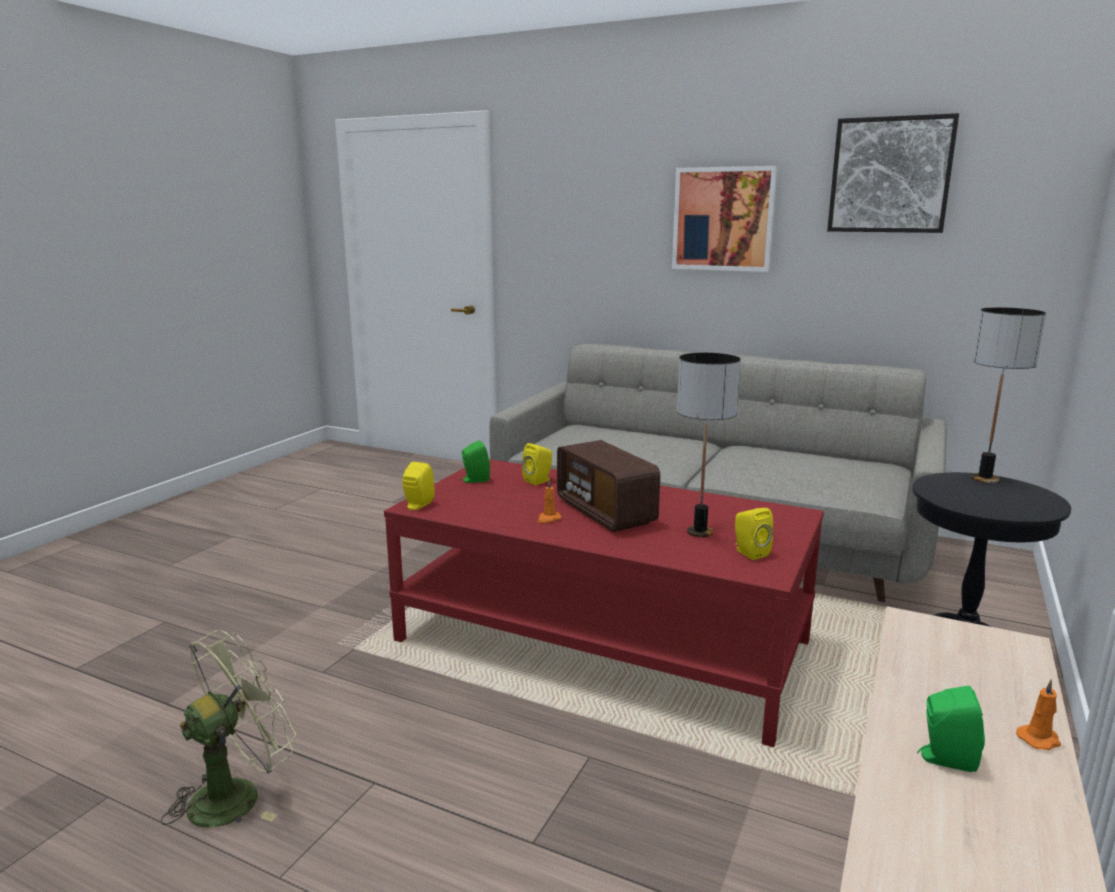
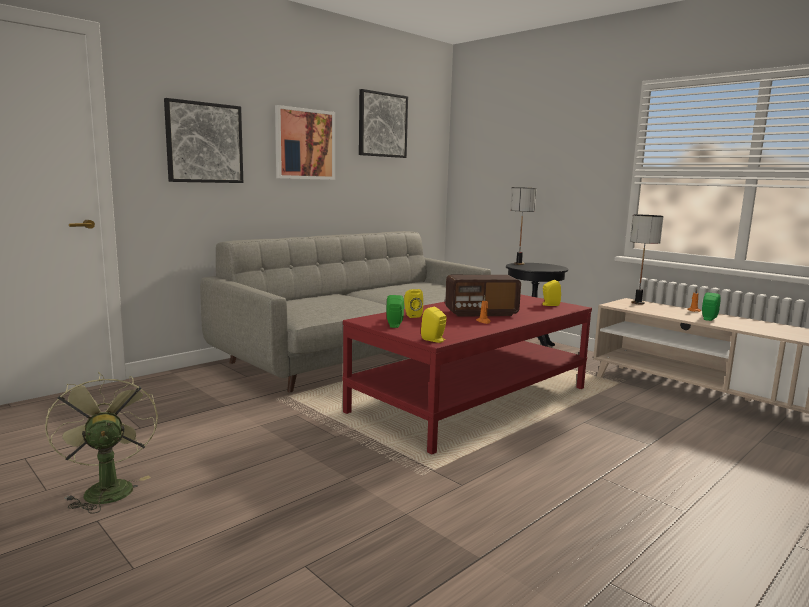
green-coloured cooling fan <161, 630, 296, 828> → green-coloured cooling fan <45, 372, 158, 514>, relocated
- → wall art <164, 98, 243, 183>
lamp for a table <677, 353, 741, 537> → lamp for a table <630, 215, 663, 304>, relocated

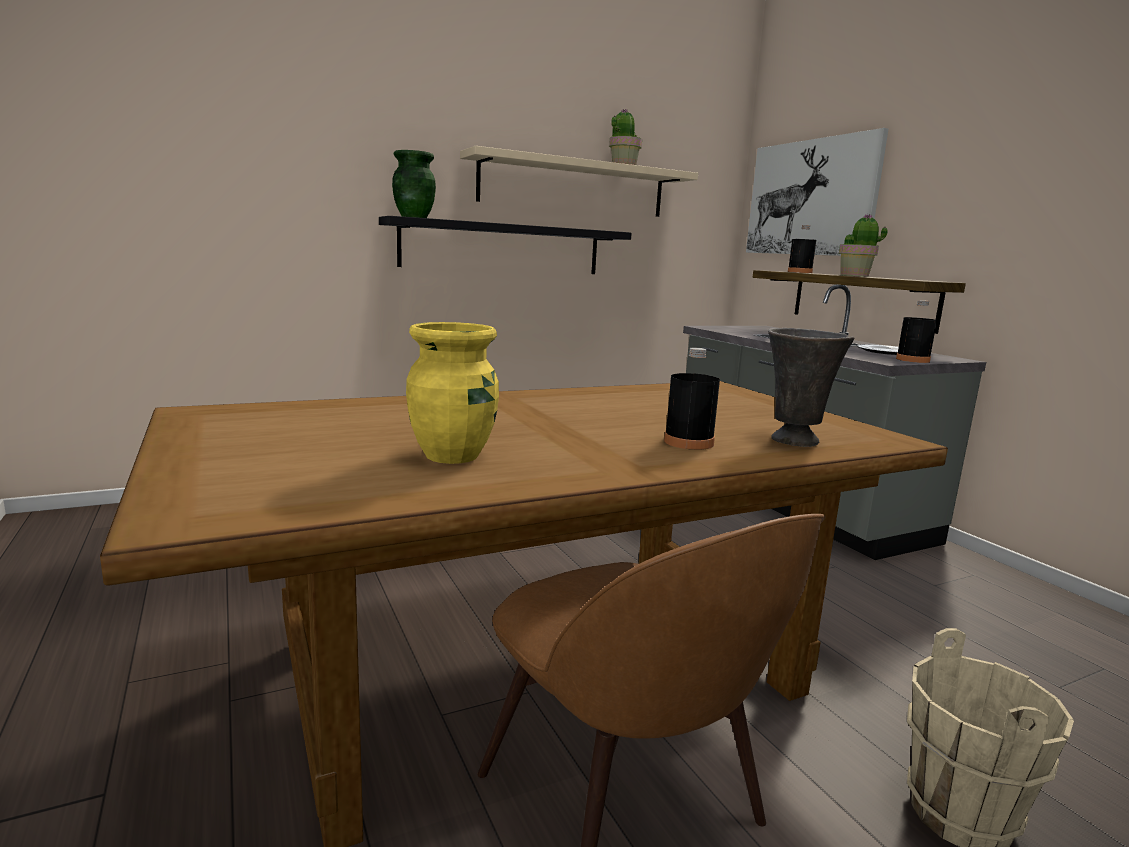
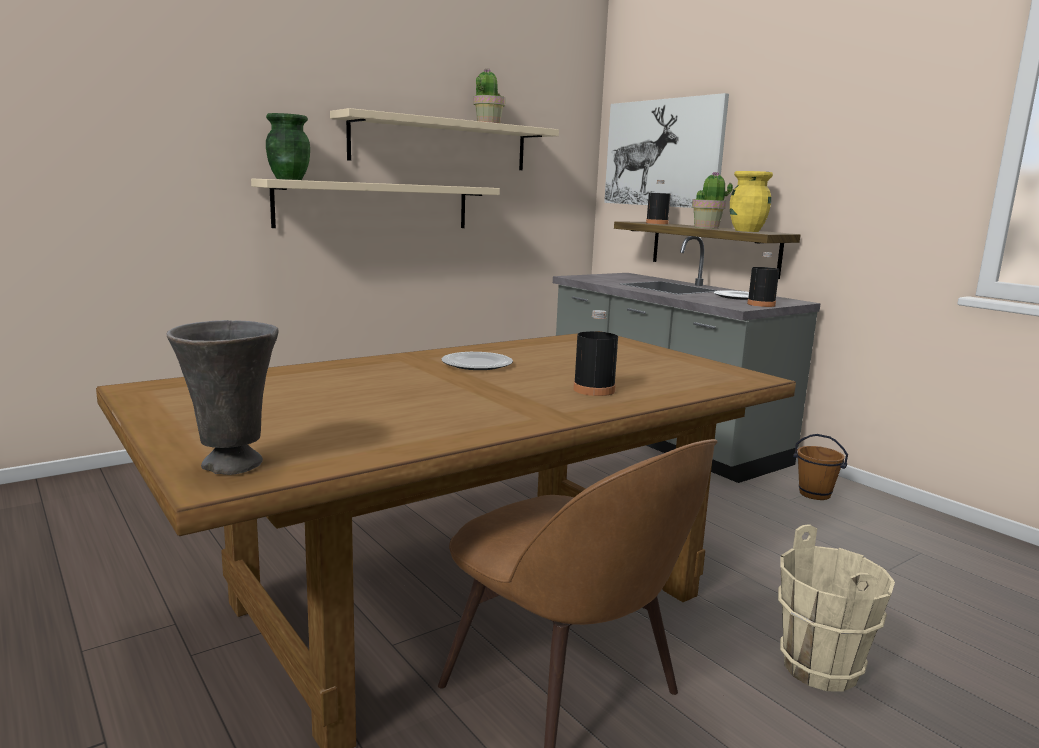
gray decorative vase <768, 328, 854, 447> → gray decorative vase <166, 320, 279, 475>, relocated
blackish shelf <379, 216, 632, 274> → beige-coloured shelf <251, 178, 500, 228>
- → plate <441, 352, 513, 370>
yellow-coloured decorative vase <406, 322, 499, 464> → yellow-coloured decorative vase <730, 171, 773, 232>, relocated
- → brown water bucket <793, 434, 848, 500>

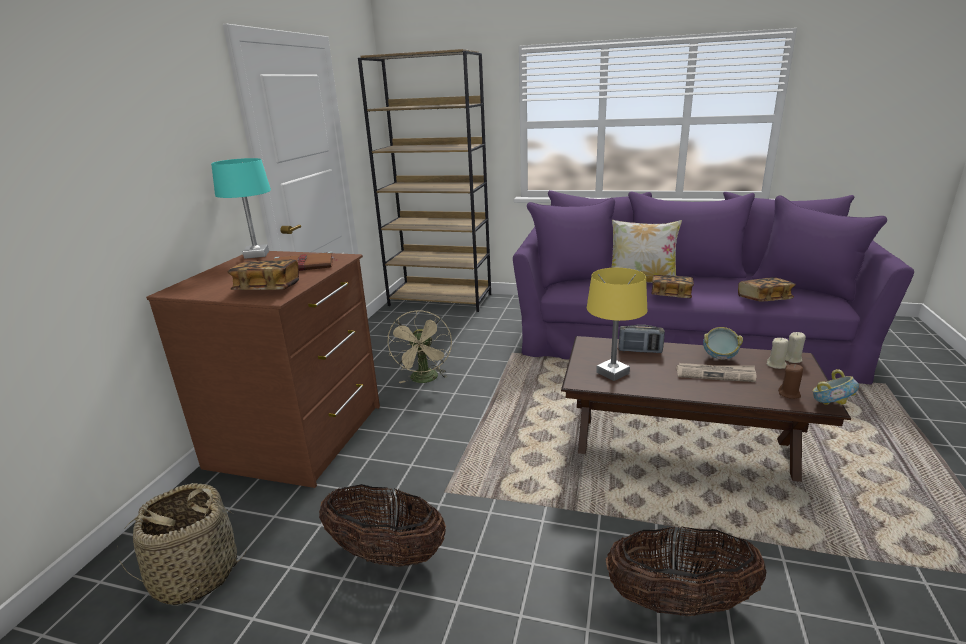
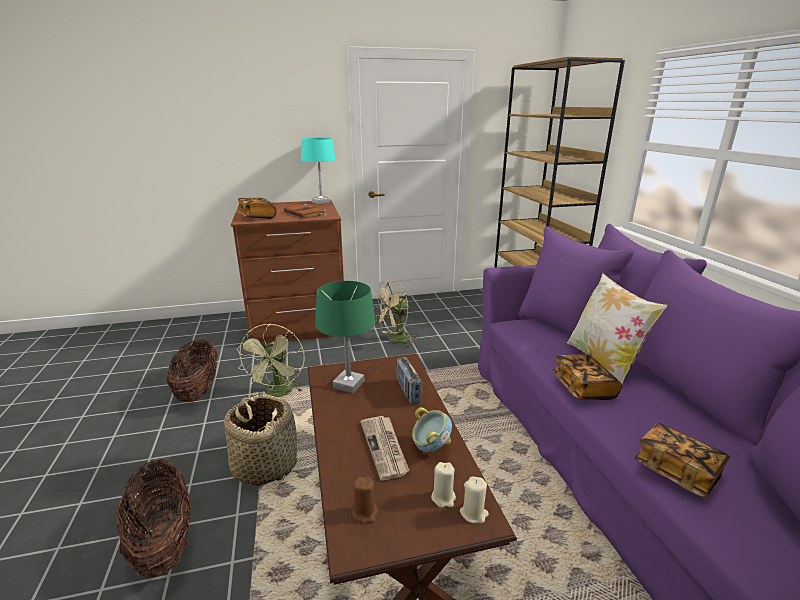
basket <117, 483, 247, 606> → basket <224, 394, 297, 486>, relocated
- → green-coloured cooling fan <236, 324, 305, 397>
yellow-coloured lamp for a table <587, 268, 647, 381> → green-coloured lamp for a table <315, 281, 375, 393>
deep dish <812, 369, 859, 405> → -

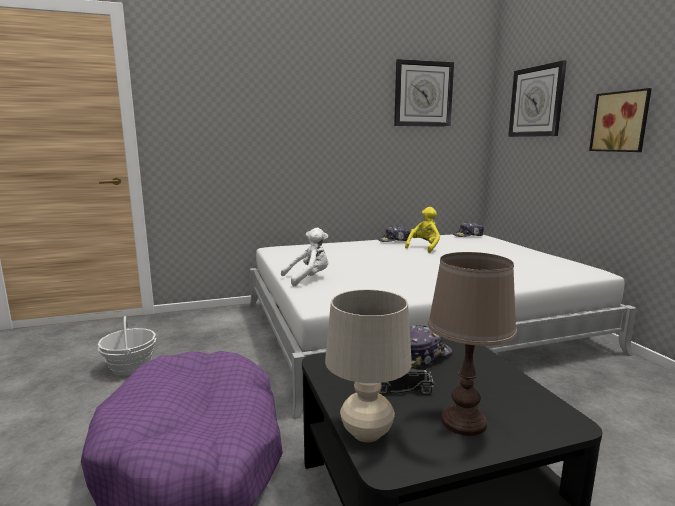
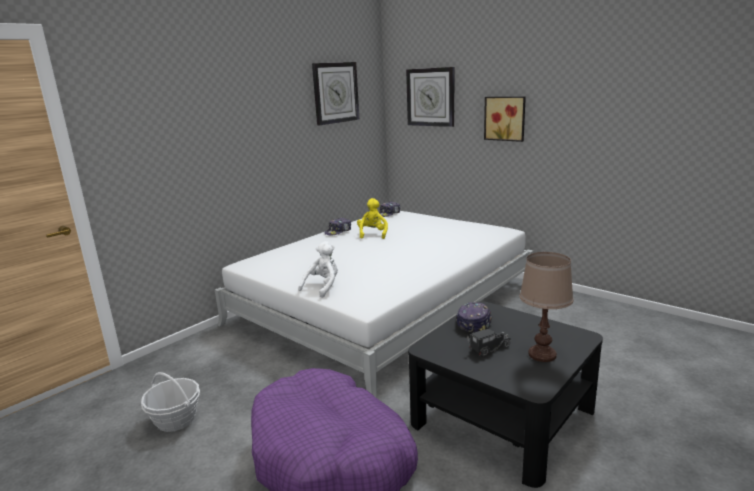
beige-coloured lamp for a table <325, 289, 412, 442> → -

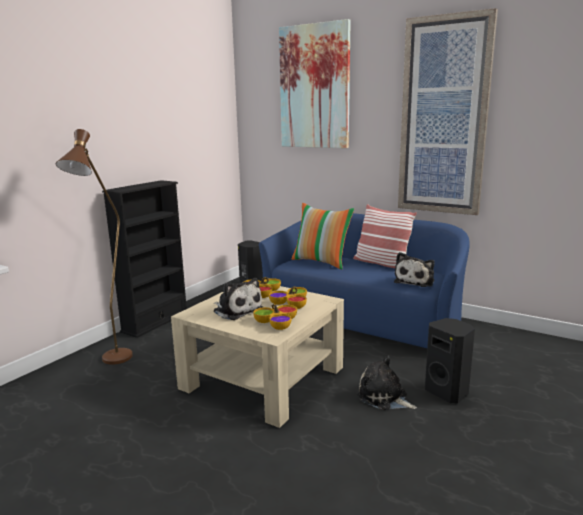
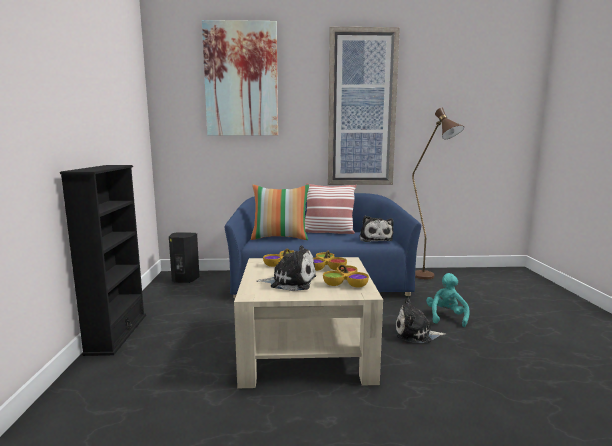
brown standard lamp <56, 129, 133, 365> → brown standard lamp <412, 107, 464, 279>, relocated
blackish speaker <425, 318, 475, 403> → turquoise plush toy <426, 273, 470, 327>

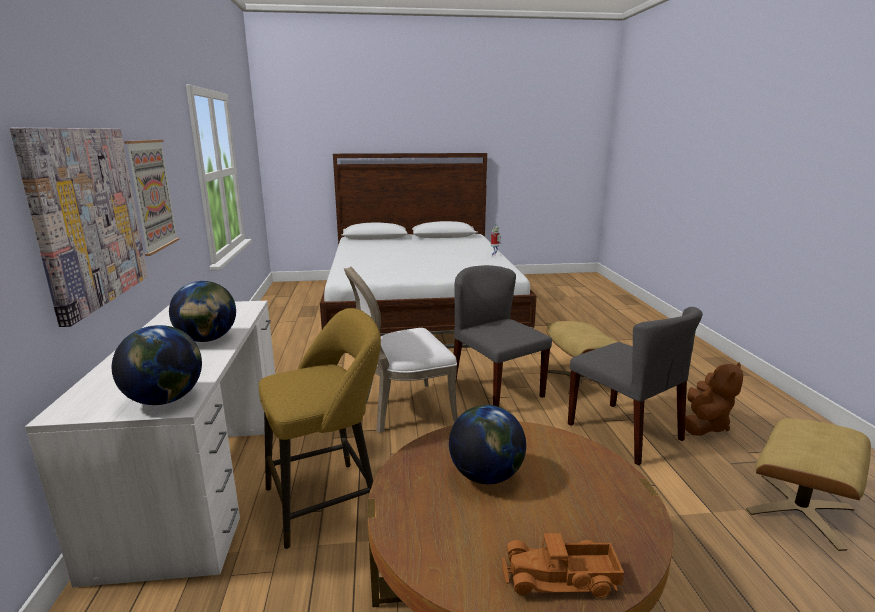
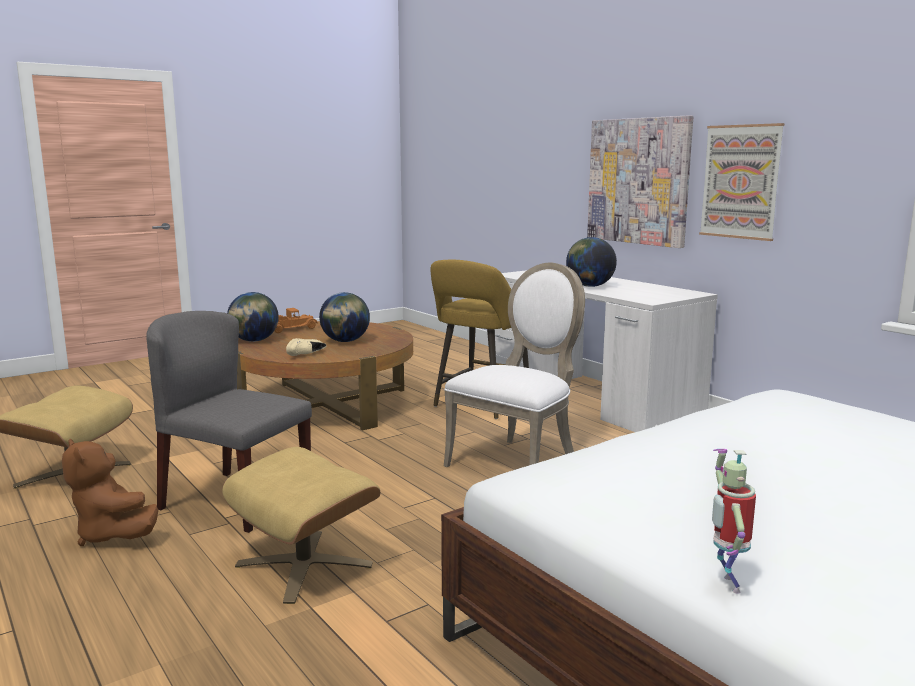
brown plush toy <685, 363, 743, 436> → brown plush toy <62, 439, 158, 546>, 45 degrees counterclockwise
desk globe <112, 325, 202, 405> → desk globe <227, 292, 279, 342>, relocated
- → beige-coloured shoe <286, 338, 327, 356>
gray chair <454, 265, 552, 407> → -

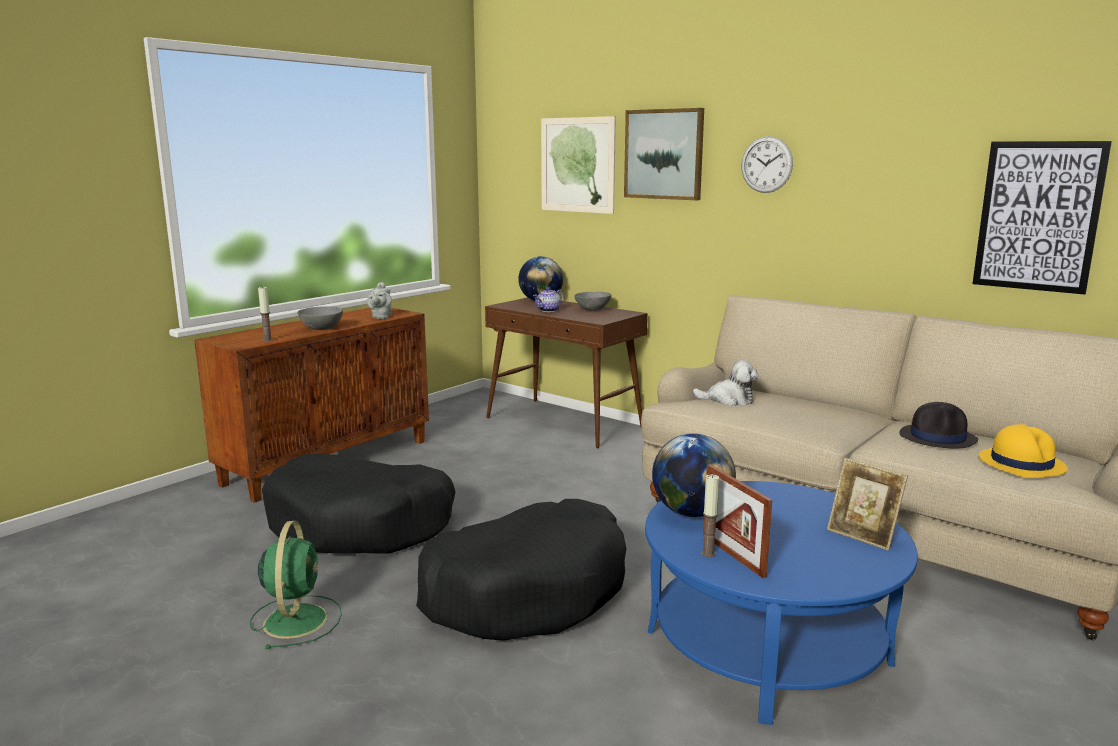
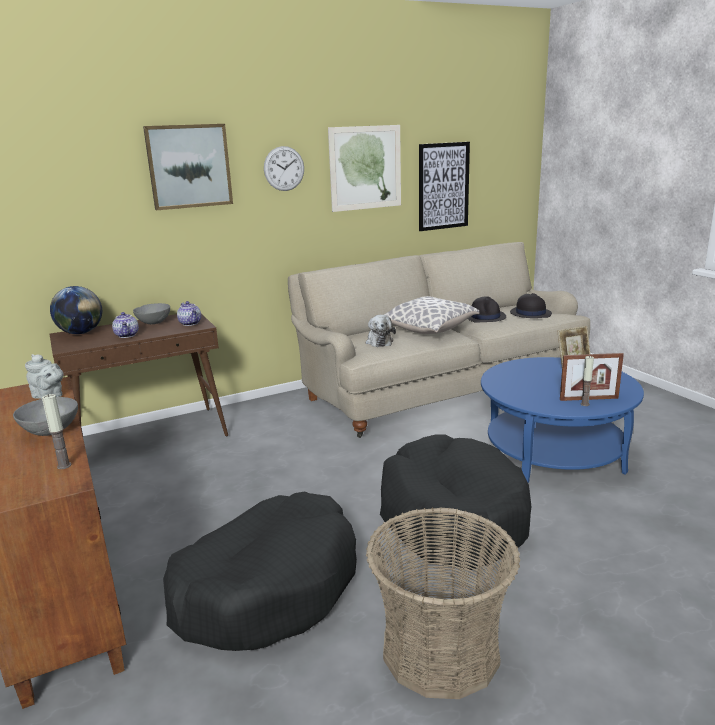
- → teapot <177, 301, 201, 326>
wall art <541, 116, 616, 214> → wall art <328, 125, 401, 212>, relocated
plush toy <693, 360, 759, 406> → plush toy <366, 315, 396, 347>, 135 degrees clockwise
green-coloured cooling fan <250, 521, 342, 649> → basket <366, 507, 520, 699>
- → pillow <384, 296, 480, 334>
yellow-coloured wearable hat <979, 424, 1067, 478> → blackish wearable hat <510, 293, 552, 318>
desk globe <652, 433, 736, 517> → -

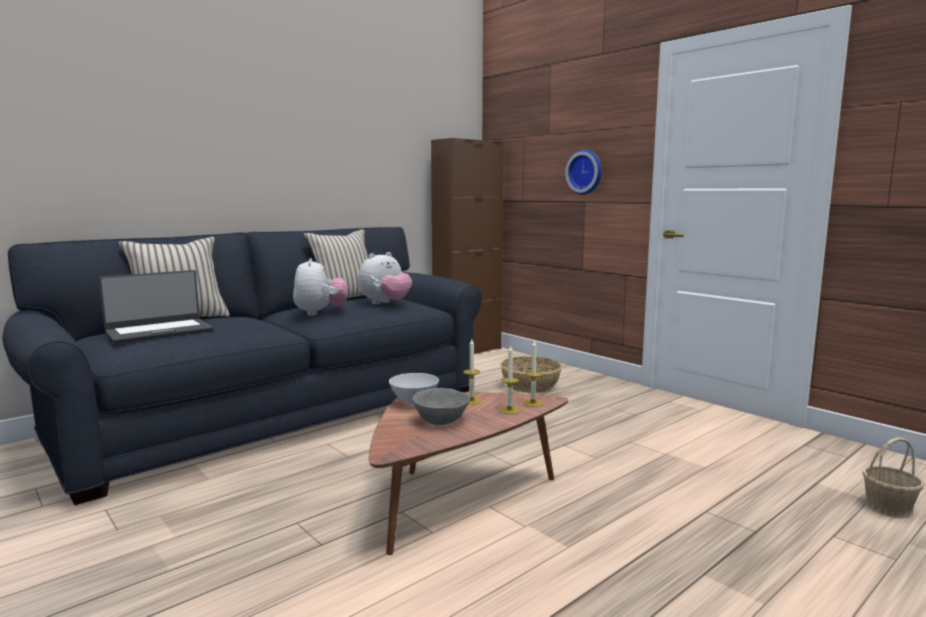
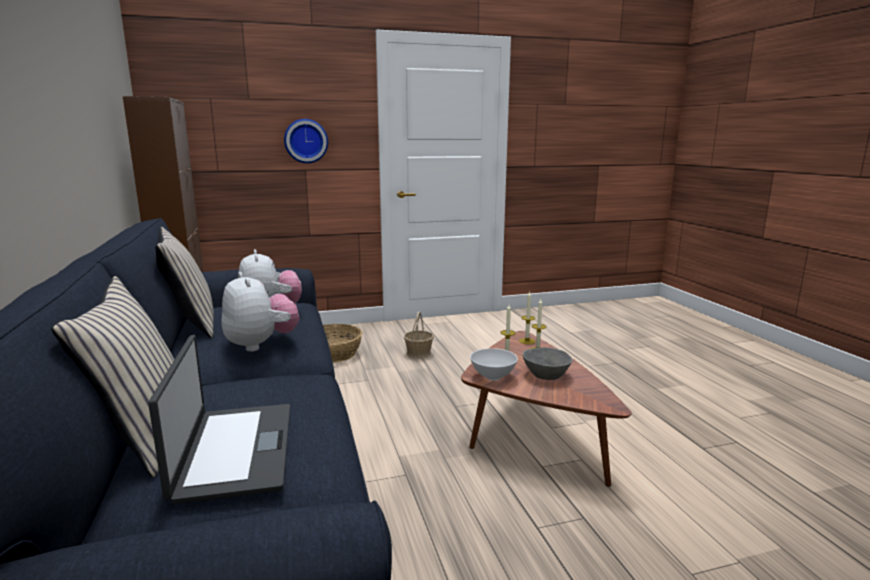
plush toy <293, 258, 348, 316> → plush toy <222, 272, 299, 352>, 45 degrees clockwise
basket <862, 437, 924, 518> → basket <404, 312, 434, 359>, relocated

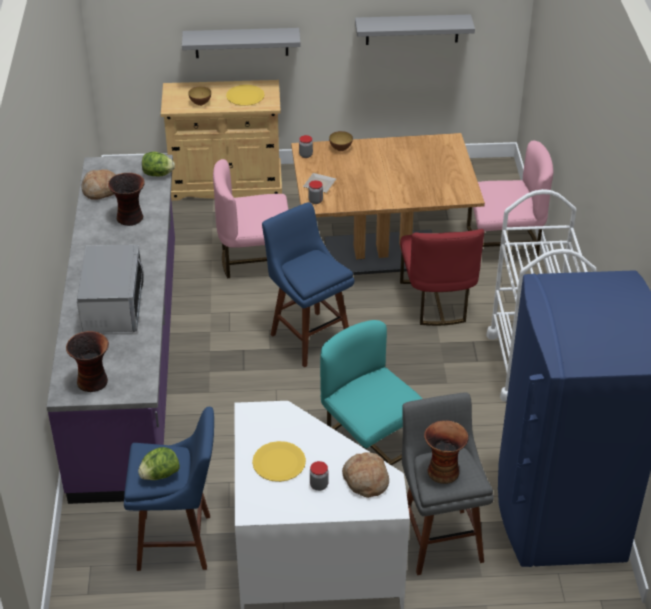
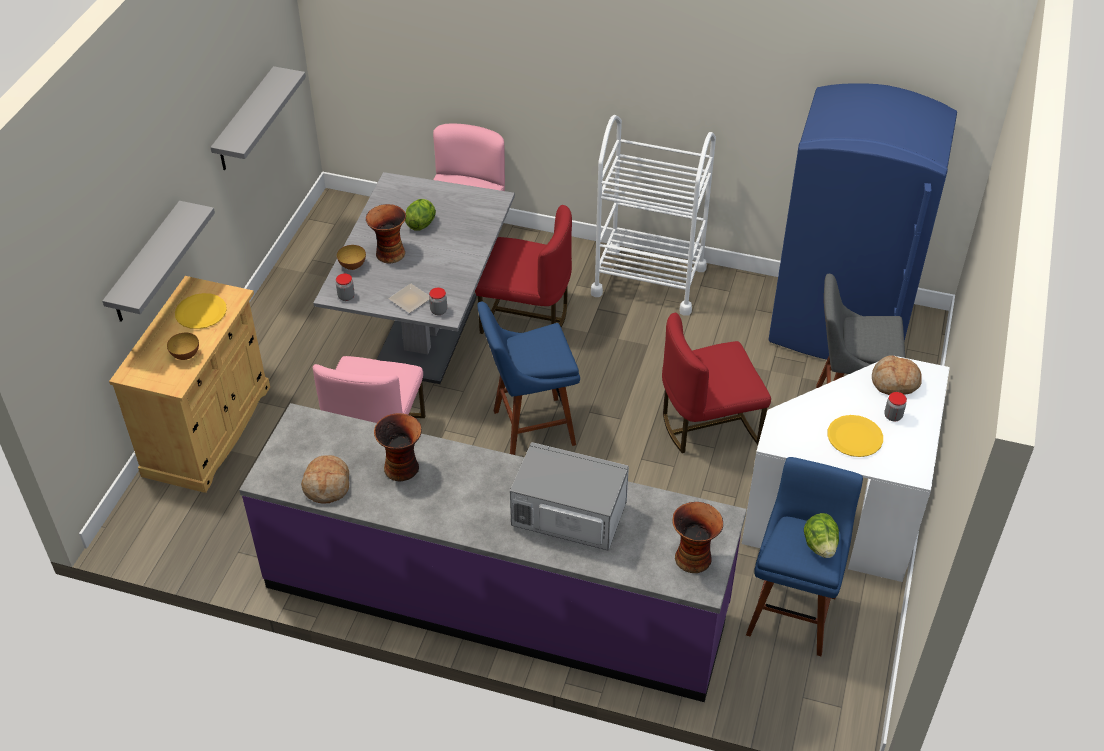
brown kitchen table <291, 133, 485, 275> → gray kitchen table <313, 172, 515, 384>
decorative vase <424, 420, 469, 484> → decorative vase <366, 204, 406, 264>, relocated
lettuce head <142, 152, 175, 176> → lettuce head <405, 199, 436, 231>, relocated
turquoise chair <320, 320, 423, 465> → red-coloured chair <662, 313, 771, 453>

